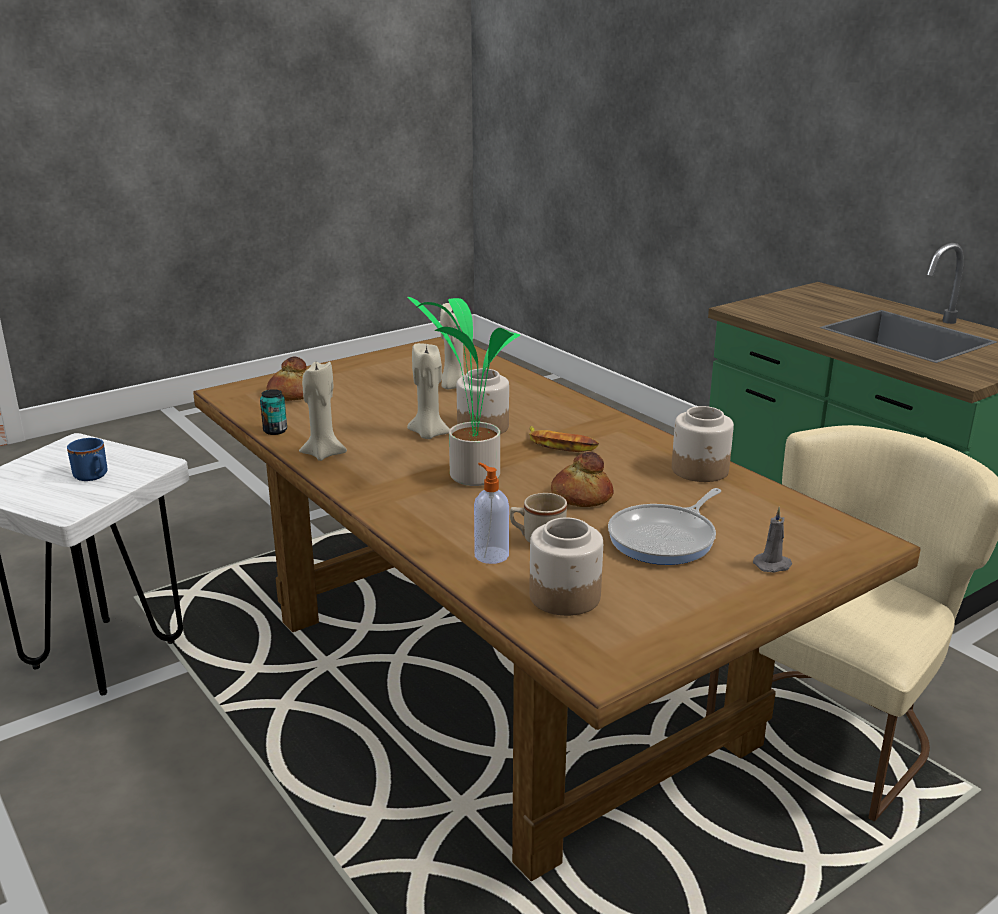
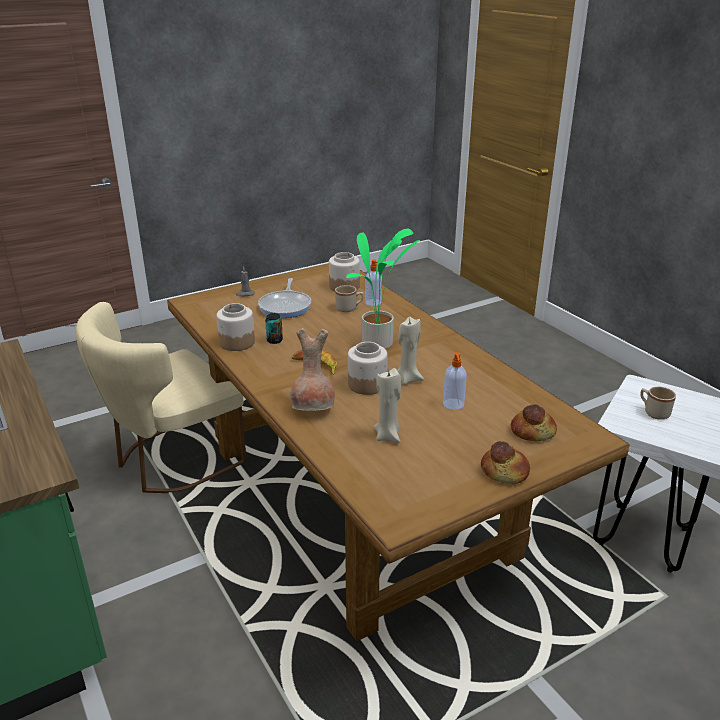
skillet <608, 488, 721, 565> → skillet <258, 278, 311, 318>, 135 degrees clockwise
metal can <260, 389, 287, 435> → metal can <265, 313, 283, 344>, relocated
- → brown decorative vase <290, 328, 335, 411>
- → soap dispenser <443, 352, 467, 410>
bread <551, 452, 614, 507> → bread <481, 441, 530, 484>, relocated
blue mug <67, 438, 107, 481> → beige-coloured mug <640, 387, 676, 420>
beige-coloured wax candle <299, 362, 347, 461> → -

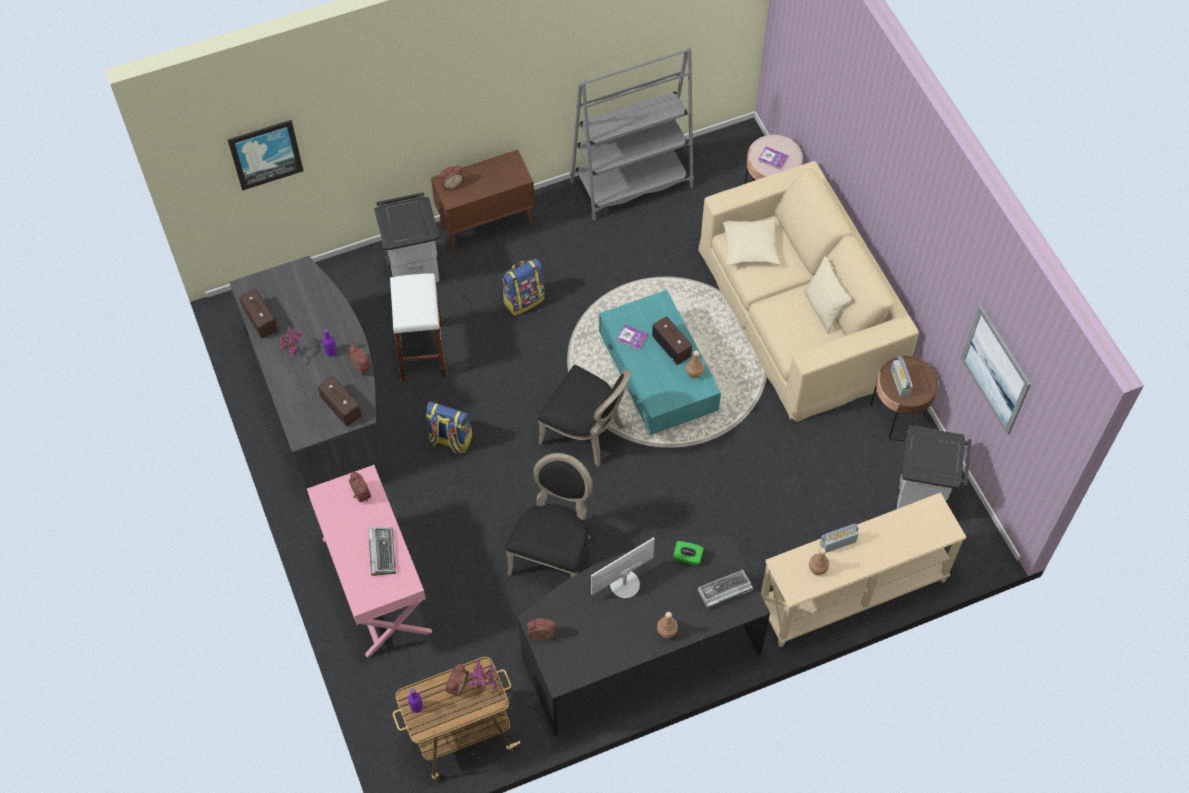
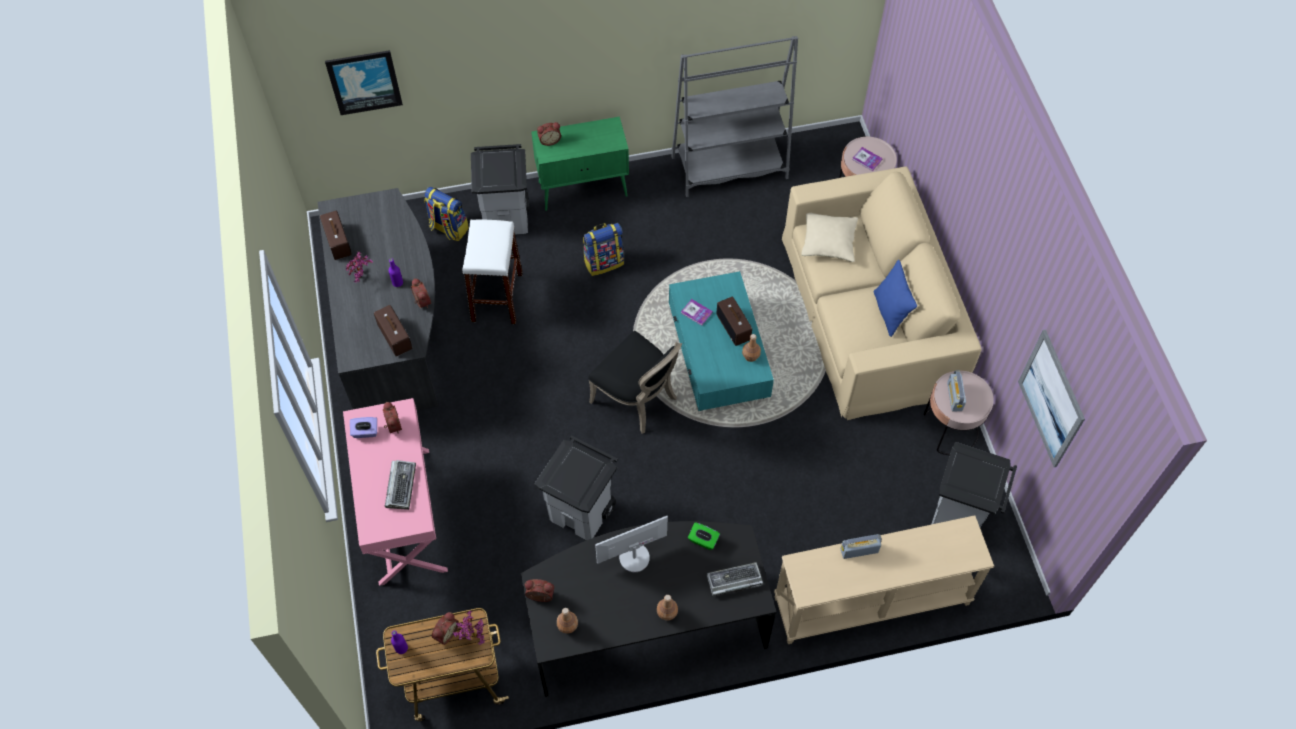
- → purplish box of tissues <350, 417, 377, 438>
rucksack <426, 401, 472, 454> → rucksack <424, 187, 469, 241>, relocated
brown cupboard <431, 150, 535, 256> → green-coloured cupboard <531, 117, 629, 211>
blackish chair <505, 453, 593, 578> → gray waste bin <534, 435, 618, 540>
brown beverage bottle <809, 548, 829, 575> → brown beverage bottle <557, 608, 578, 634>, relocated
beige-coloured pillow <803, 256, 851, 333> → blue pillow <874, 260, 917, 337>
brown end table <870, 356, 938, 441> → pink end table <924, 371, 994, 455>

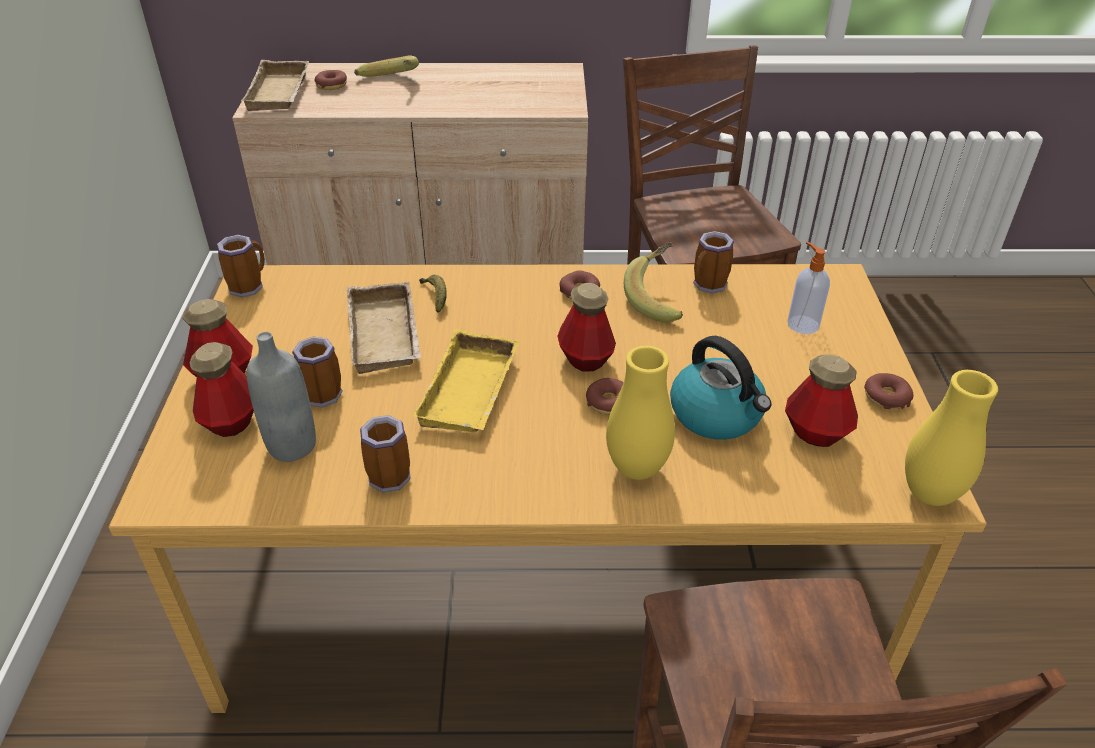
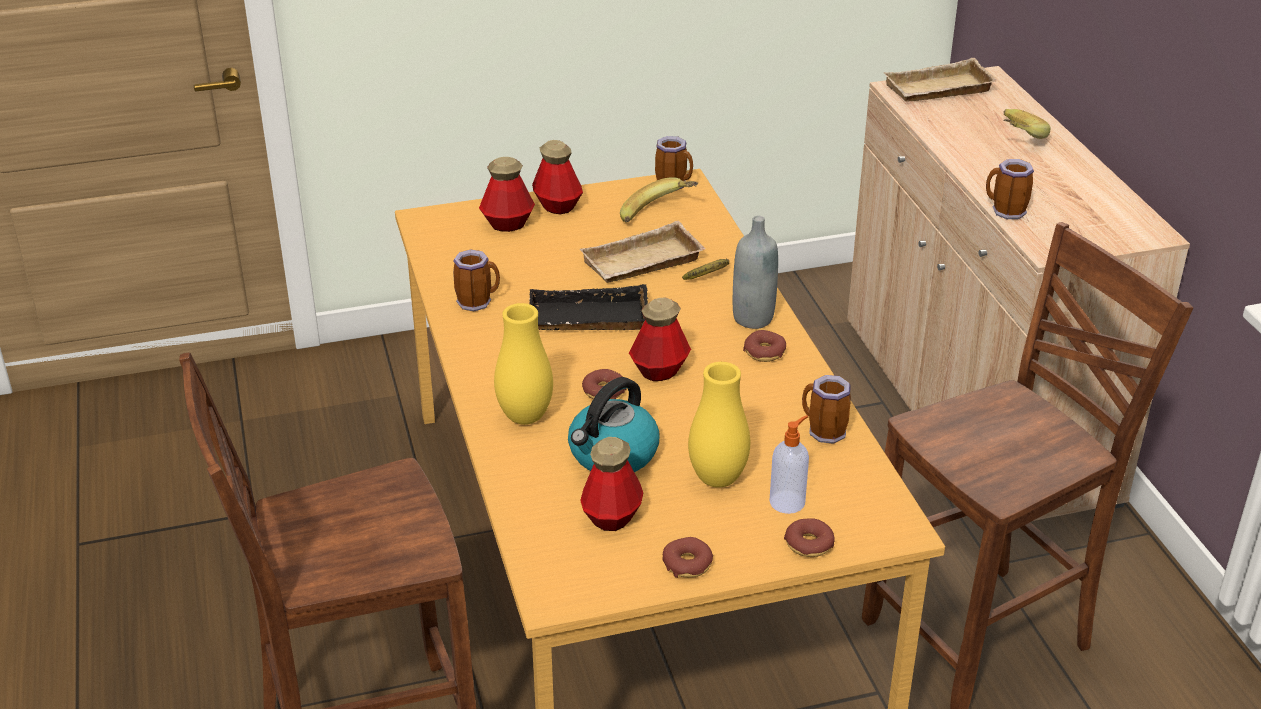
yellow-coloured serving tray <413, 329, 519, 433> → blackish serving tray <529, 284, 648, 331>
whole banana <624, 242, 683, 323> → whole banana <620, 177, 698, 223>, relocated
yellow-coloured decorative vase <905, 370, 998, 506> → yellow-coloured decorative vase <688, 362, 750, 488>, relocated
gray beverage bottle <246, 332, 316, 462> → gray beverage bottle <733, 216, 778, 329>, relocated
doughnut <315, 70, 347, 90> → doughnut <784, 518, 835, 557>, relocated
mug <292, 336, 343, 408> → mug <986, 159, 1034, 219>, relocated

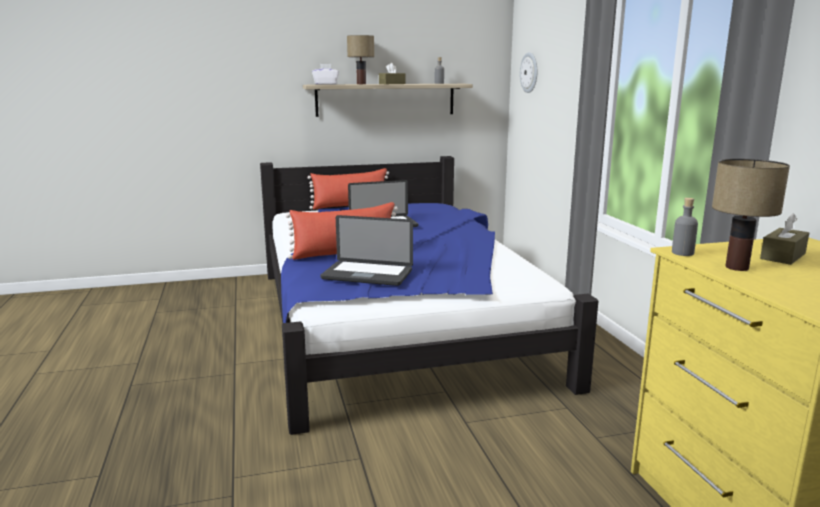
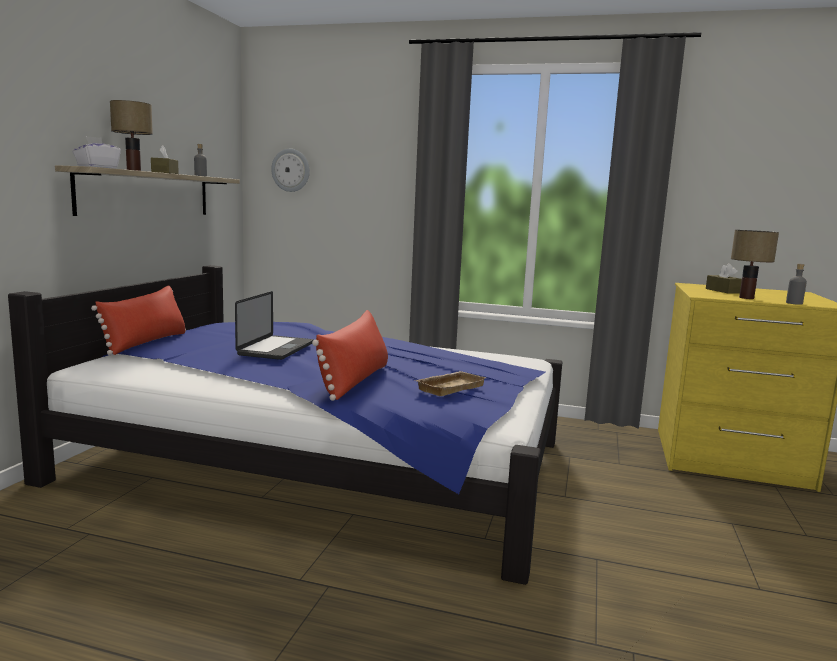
laptop <320, 215, 413, 286> → beige-coloured serving tray <415, 371, 486, 396>
gray beverage bottle <672, 198, 698, 256> → gray beverage bottle <786, 264, 807, 305>, relocated

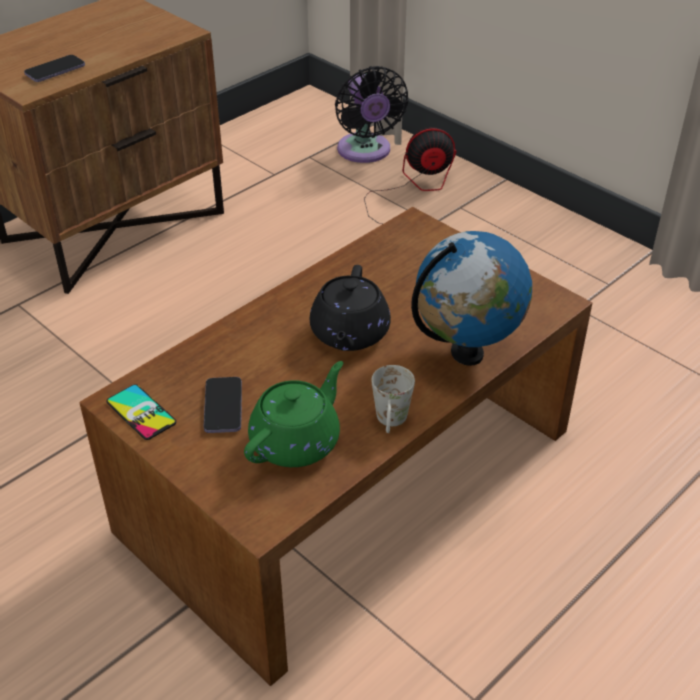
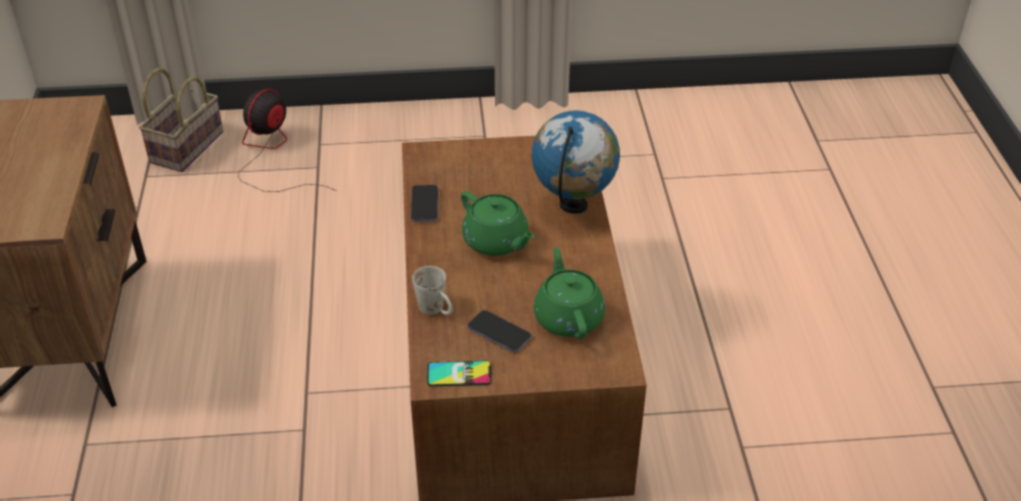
blackish cooling fan <335, 66, 408, 163> → basket <139, 68, 223, 172>
handset <24, 55, 85, 82> → handset <411, 185, 438, 222>, relocated
whitish mug <372, 365, 415, 433> → whitish mug <412, 266, 452, 315>, relocated
blackish teapot <310, 265, 391, 351> → green-coloured teapot <461, 191, 535, 256>

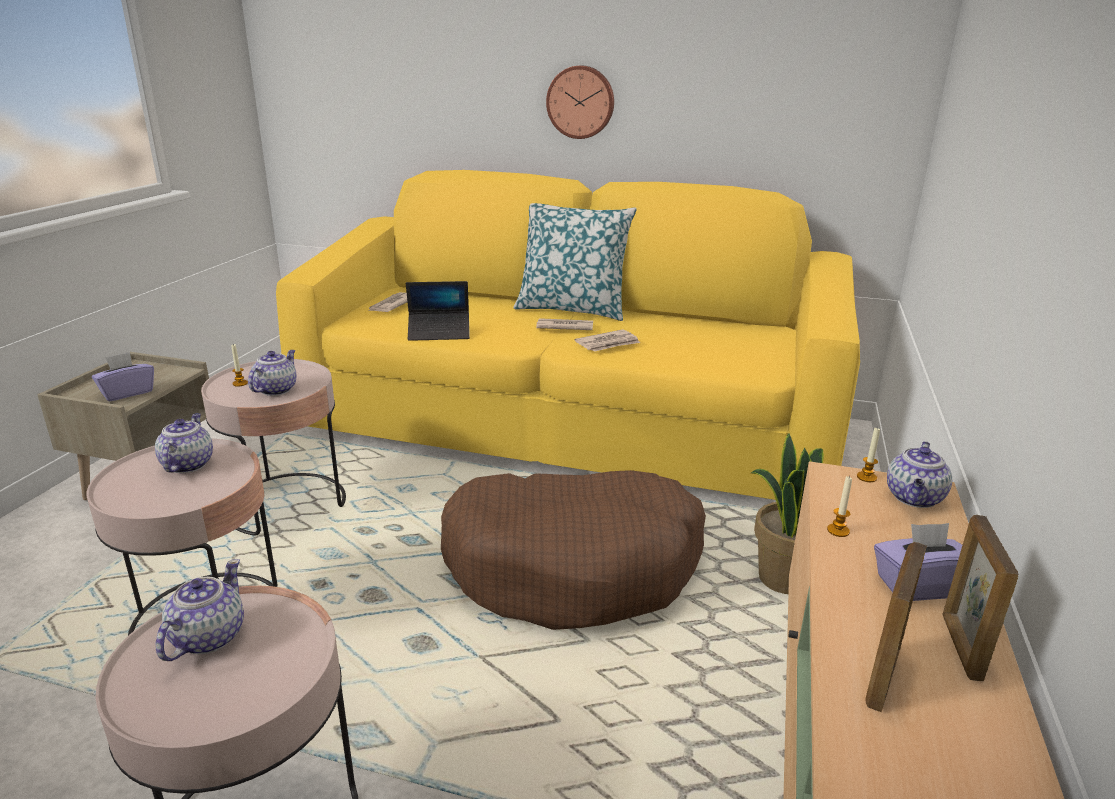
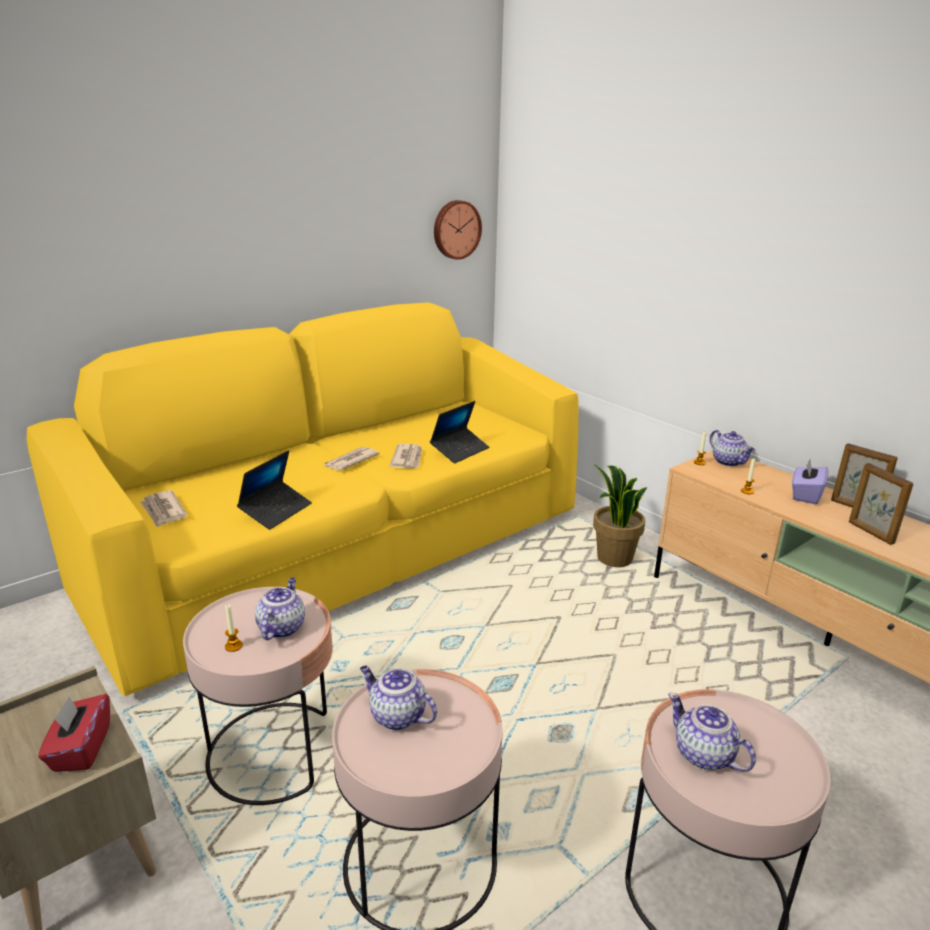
purplish box of tissues <92, 352, 154, 401> → red-coloured box of tissues <38, 694, 110, 772>
teapot <248, 350, 296, 396> → teapot <255, 578, 305, 640>, 45 degrees clockwise
- → laptop <430, 401, 489, 463>
hanging clock <546, 66, 614, 139> → hanging clock <434, 200, 482, 260>, relocated
brown dog cushion <441, 470, 706, 630> → -
pillow <514, 203, 637, 321> → -

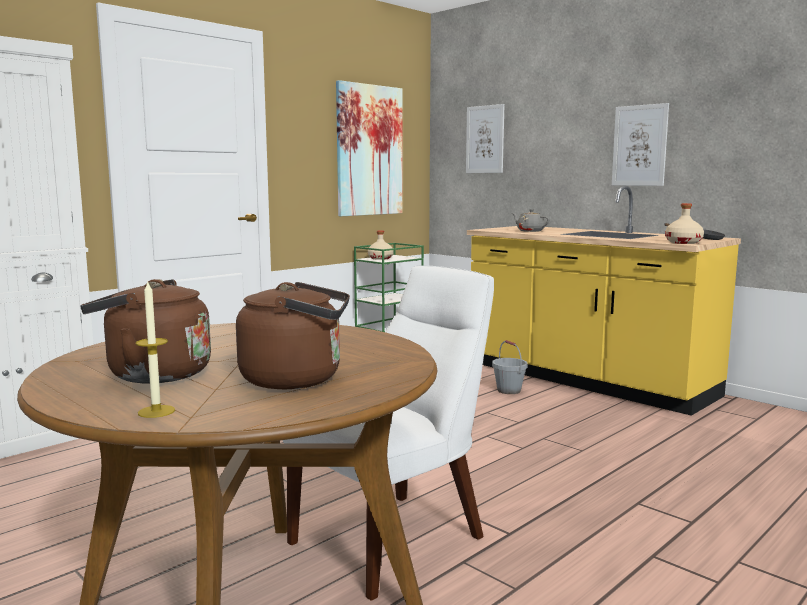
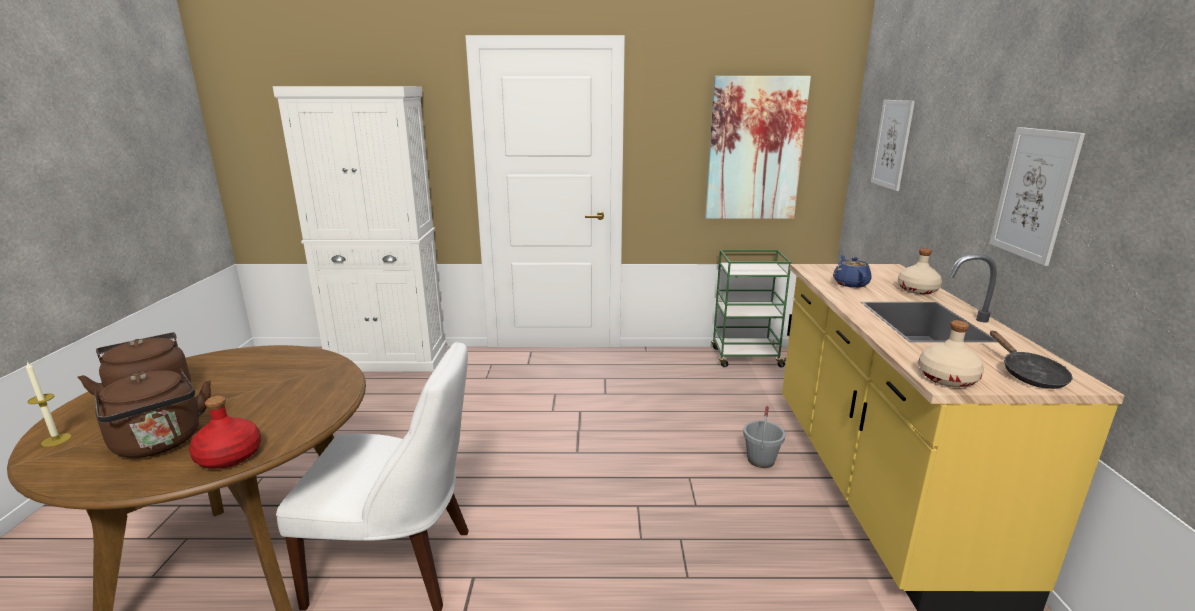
- → red-coloured beverage bottle <189, 396, 261, 469>
gray teapot <512, 209, 550, 232> → blue teapot <833, 255, 872, 288>
beige-coloured beverage bottle <368, 231, 393, 260> → beige-coloured beverage bottle <898, 248, 942, 294>, relocated

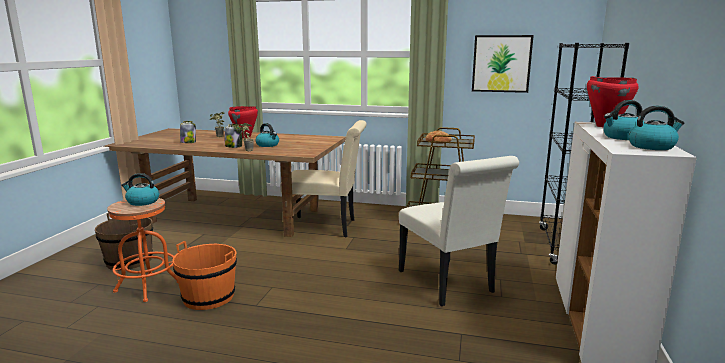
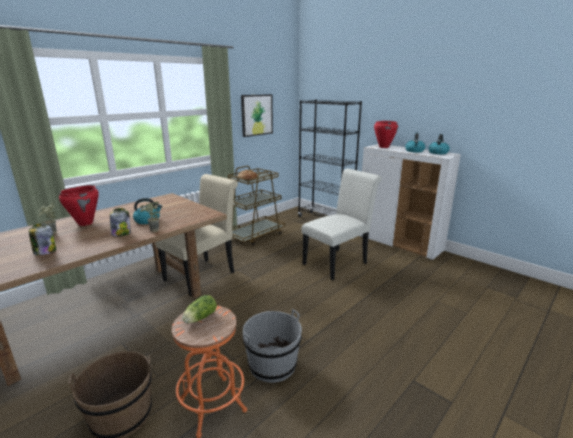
tea kettle <121, 173, 159, 206> → lettuce head <182, 295, 217, 323>
orange water bucket <172, 241, 237, 310> → gray water bucket <243, 309, 302, 383>
whitish chair <399, 156, 519, 306> → whitish chair <301, 169, 382, 280>, 45 degrees counterclockwise

